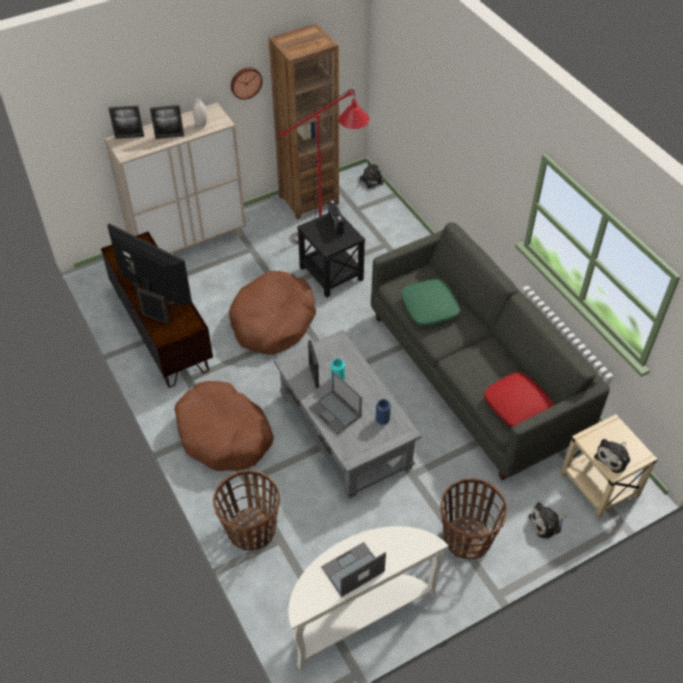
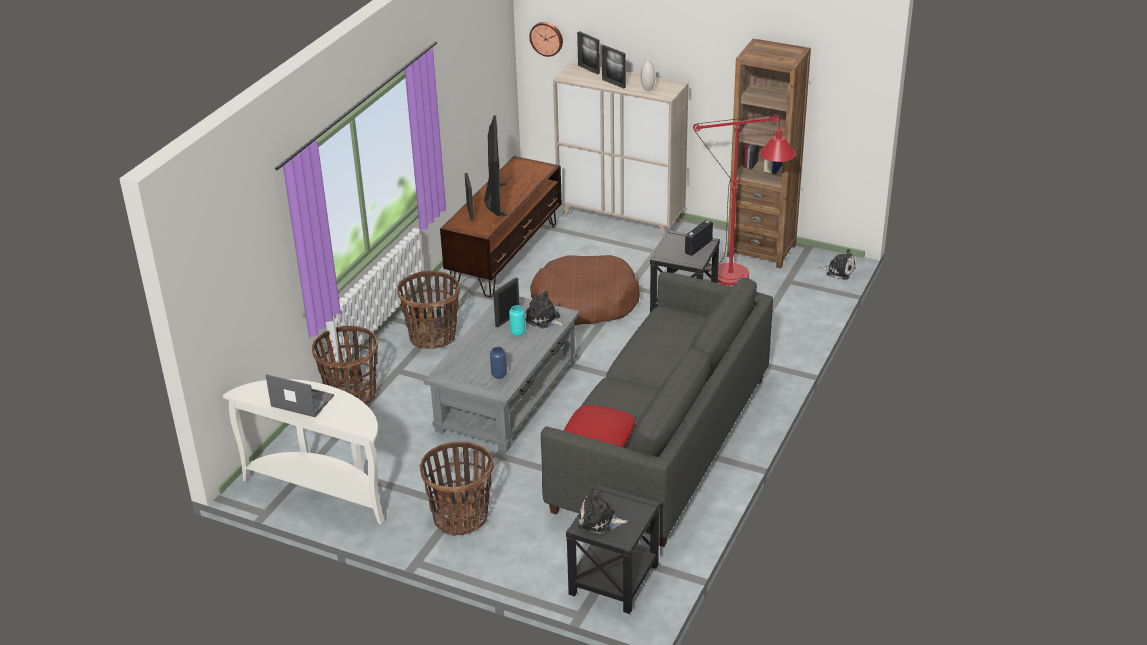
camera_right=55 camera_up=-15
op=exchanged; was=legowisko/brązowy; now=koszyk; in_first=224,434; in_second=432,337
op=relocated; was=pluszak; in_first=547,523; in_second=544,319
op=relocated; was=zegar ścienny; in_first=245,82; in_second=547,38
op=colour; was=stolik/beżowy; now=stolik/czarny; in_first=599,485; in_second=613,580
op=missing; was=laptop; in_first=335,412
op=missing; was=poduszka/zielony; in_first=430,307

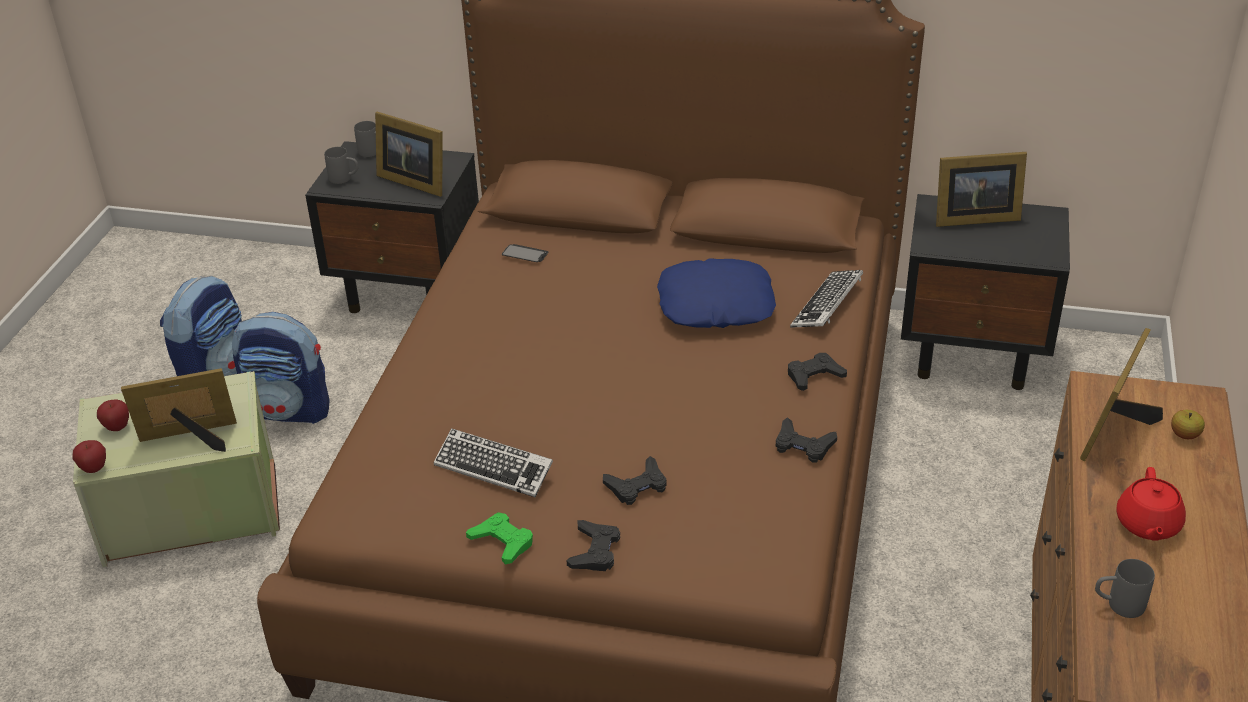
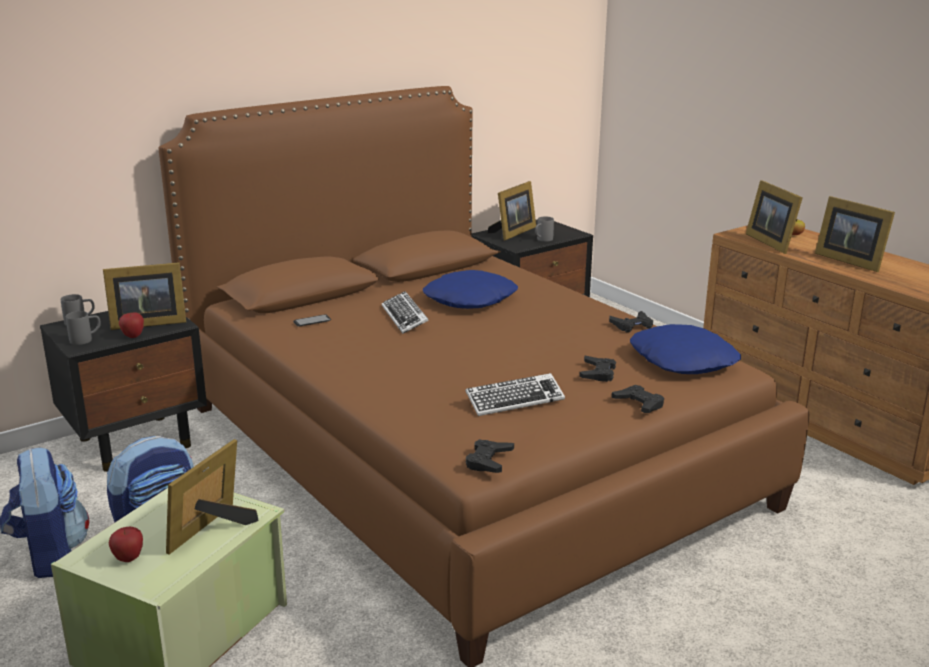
camera_right=-50 camera_up=-15
op=relocated; was=jabłko; in_first=94,469; in_second=133,336
op=relocated; was=klawiatura; in_first=827,305; in_second=405,317
op=relocated; was=pad do gier/czarny; in_first=814,376; in_second=488,461
op=relocated; was=kubek/szary; in_first=1117,605; in_second=542,240
op=appeared; now=poduszka/niebieski; in_second=683,360
op=exchanged; was=imbryk/czerwony; now=ramka na zdjęcie; in_first=1147,525; in_second=849,260
op=missing; was=pad do gier/zielony; in_first=502,542

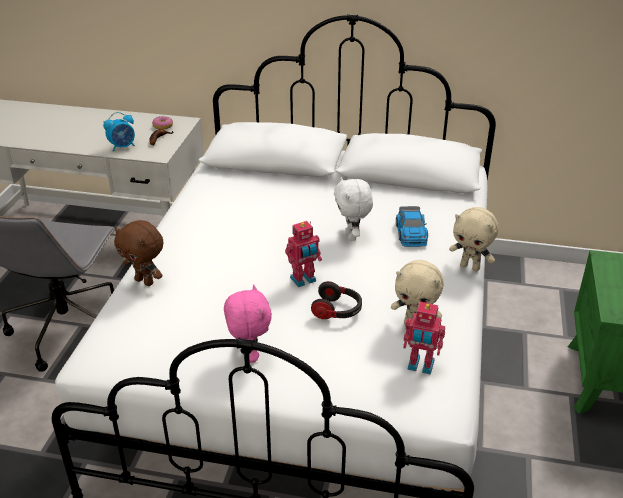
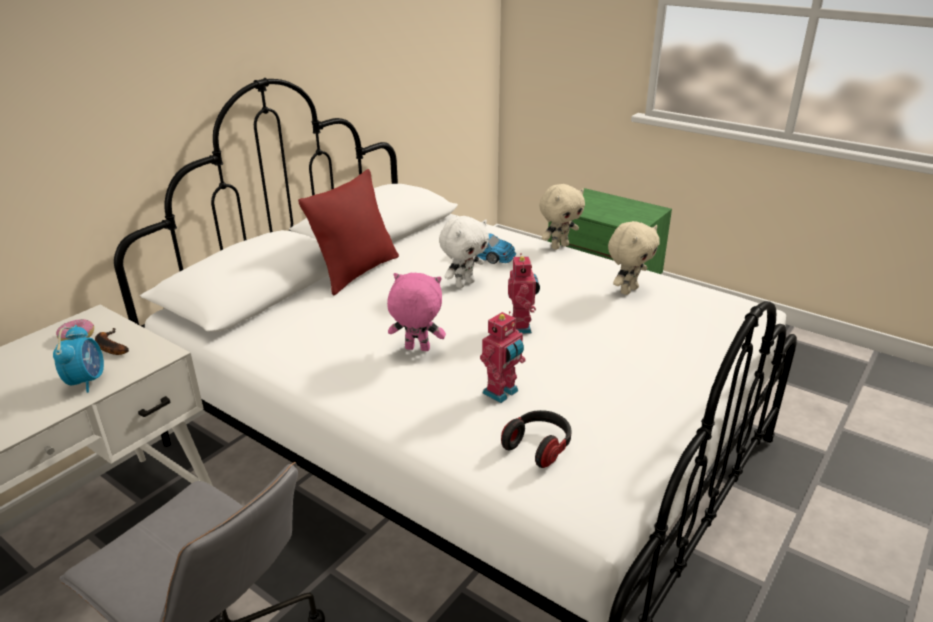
camera_right=-65 camera_up=-5
op=appeared; now=poduszka/czerwony; in_second=357,272
op=relocated; was=pluszak/różowy; in_first=249,355; in_second=416,349
op=spun; was=pluszak/biały; in_first=352,236; in_second=464,283; clockwise=-60
op=relocated; was=robot zabawkowy; in_first=420,366; in_second=502,393
op=relocated; was=słuchawki; in_first=337,311; in_second=538,447
op=missing; was=pluszak/brązowy; in_first=145,281

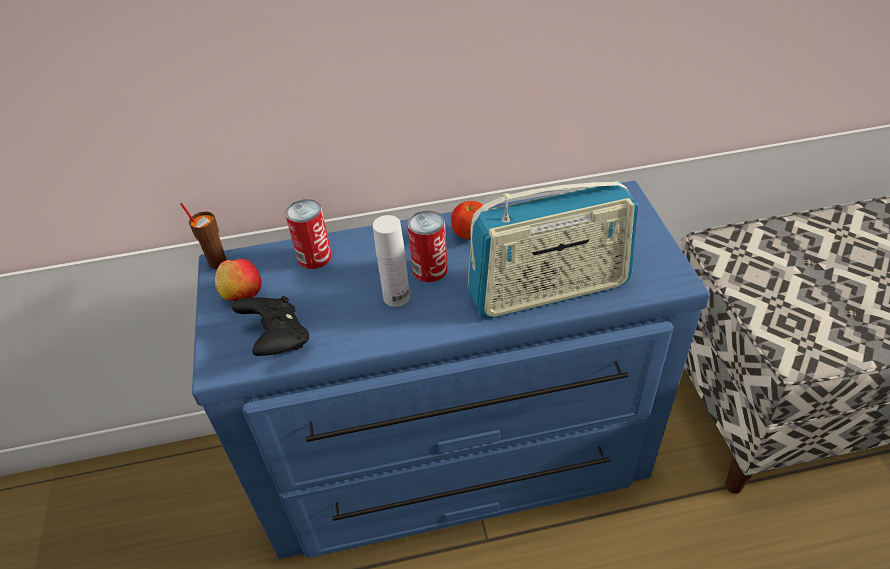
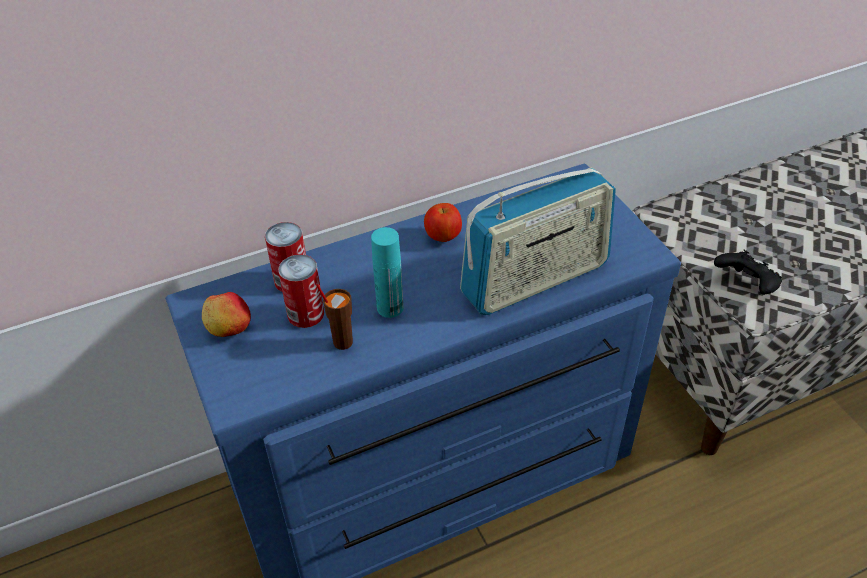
camera_right=-15 camera_up=0
op=relocated; was=puszka; in_first=430,269; in_second=305,314
op=relocated; was=filiżanka/brązowy; in_first=217,262; in_second=342,342
op=colour; was=butelka/biały; now=butelka/turkusowy; in_first=396,297; in_second=390,308
op=relocated; was=pad do gier/czarny; in_first=277,340; in_second=746,285

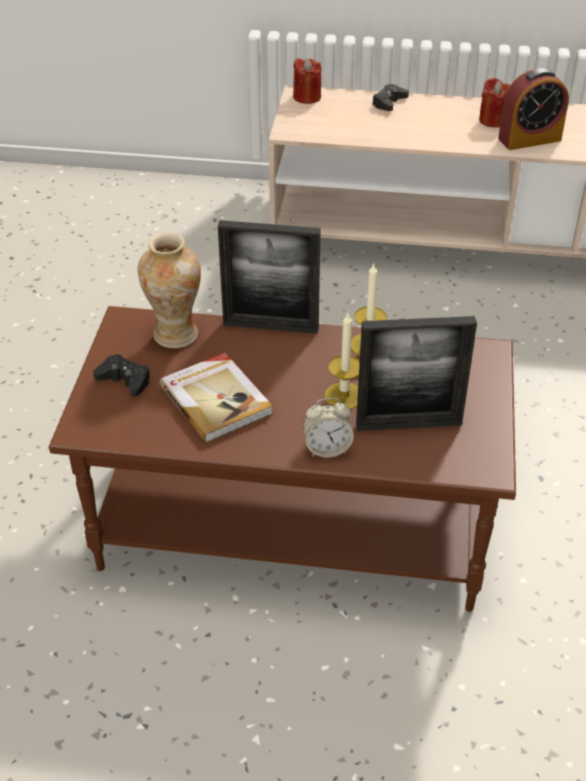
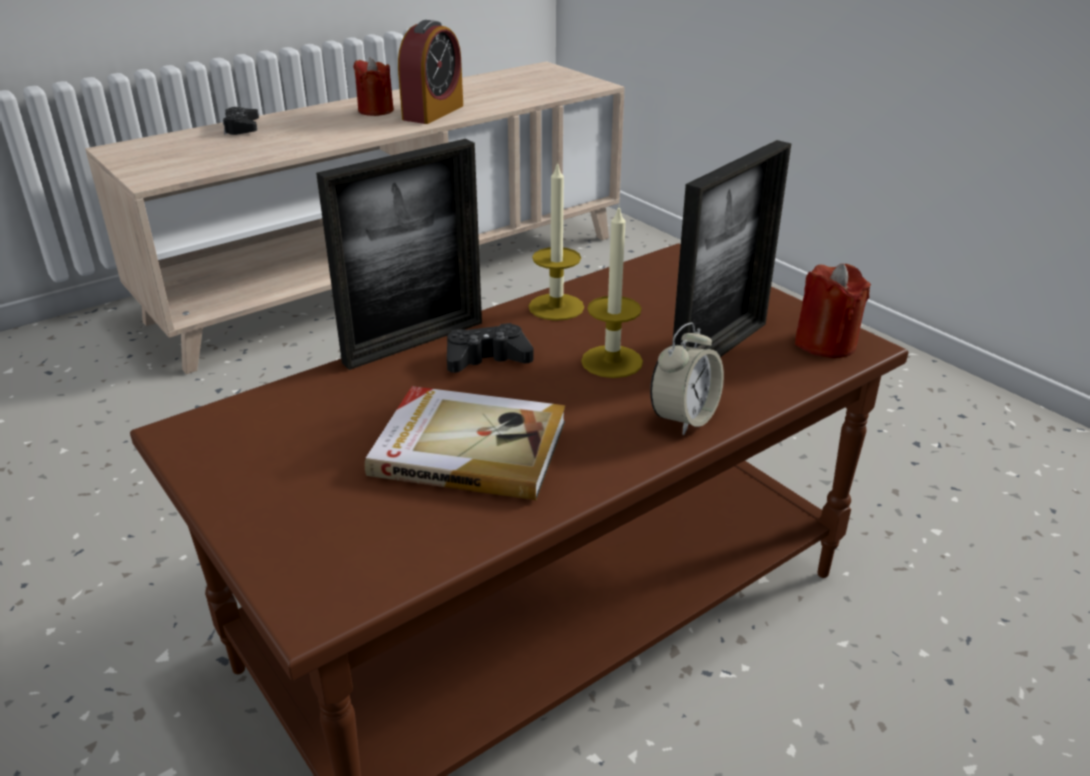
camera_right=-45 camera_up=-10
op=relocated; was=pad do gier/czarny; in_first=125,380; in_second=487,359
op=relocated; was=świeca/czerwony; in_first=307,97; in_second=825,343
op=missing; was=wazon; in_first=175,335

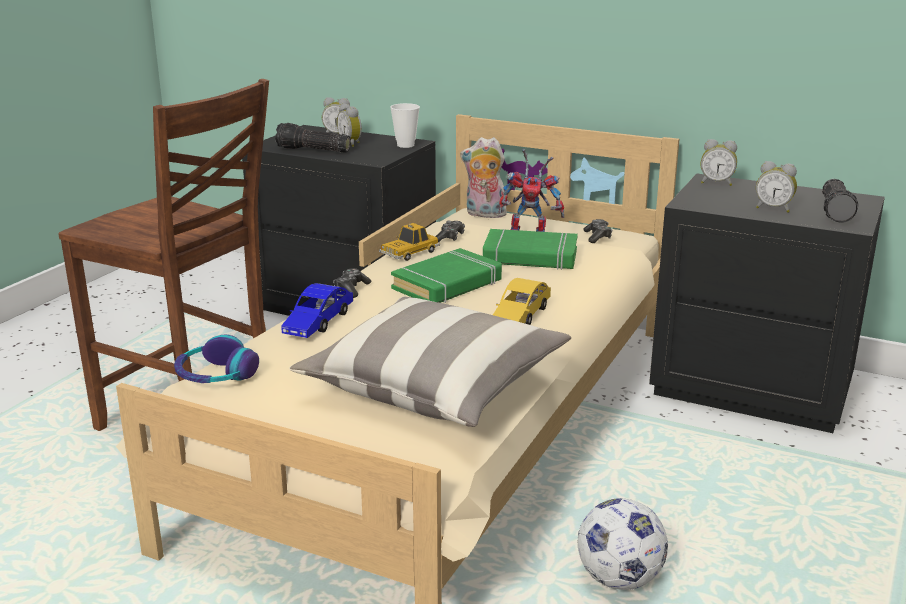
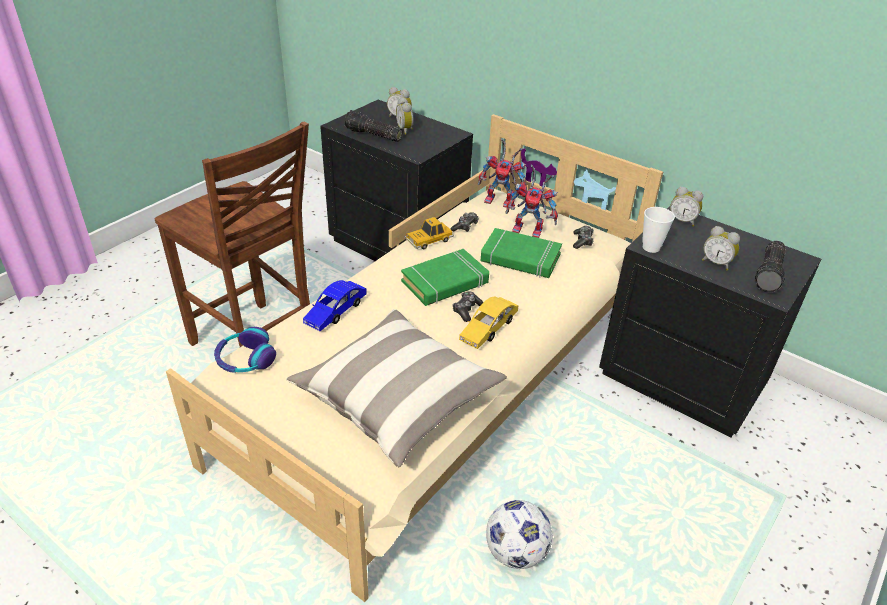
camera_right=10 camera_up=15
op=relocated; was=pad do gier; in_first=351,289; in_second=466,310
op=exchanged; was=pluszak; now=robot zabawkowy; in_first=484,214; in_second=502,201
op=relocated; was=filiżanka; in_first=405,145; in_second=651,247

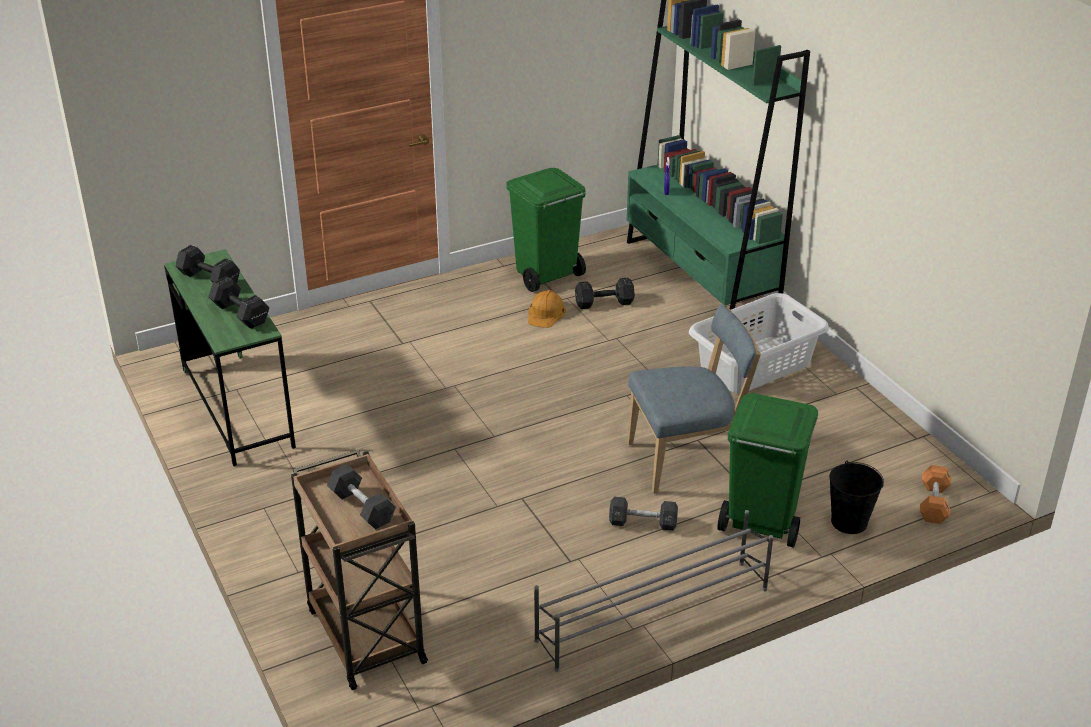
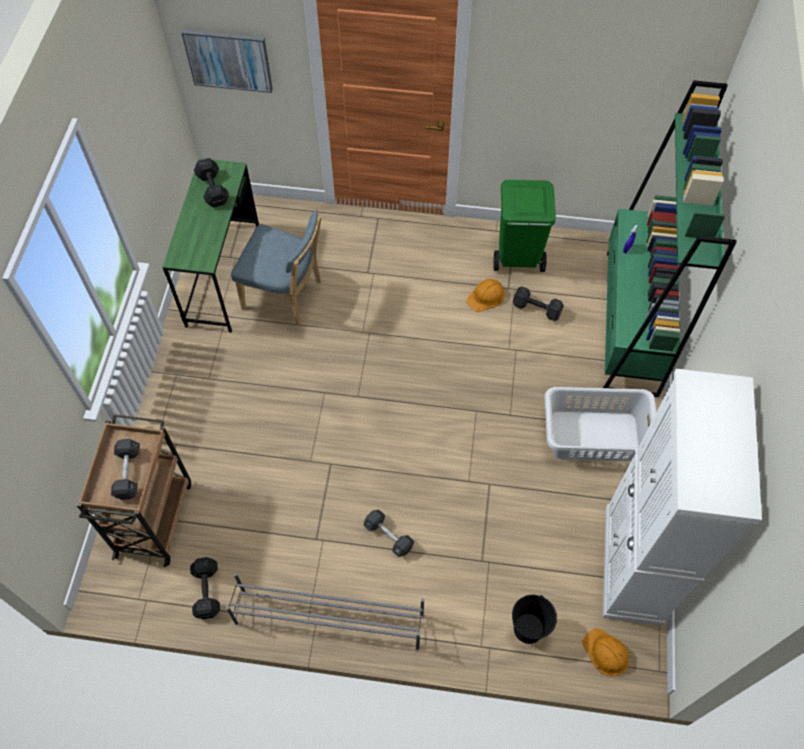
camera_right=35 camera_up=25
op=appeared; now=obraz; in_second=229,60
op=relocated; was=hantel/czarny; in_first=240,314; in_second=206,592
op=relocated; was=krzesło/niebieski; in_first=687,460; in_second=286,296
op=exchanged; was=hantel/pomarańczowy; now=kask/pomarańczowy; in_first=933,503; in_second=606,653
op=appeared; now=szafka/biały; in_second=632,565
op=missing; was=kosz na śmieci/zielony; in_first=760,523

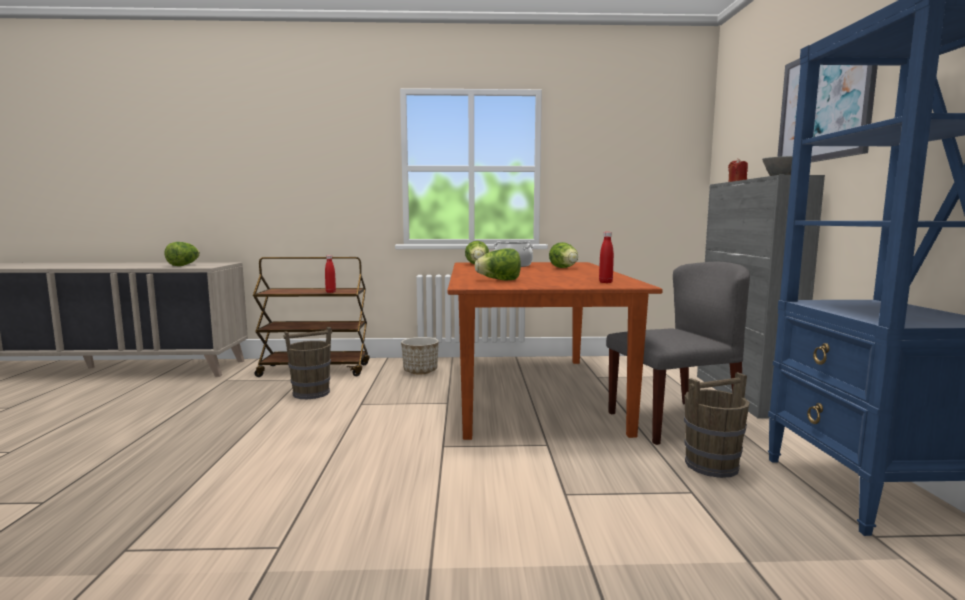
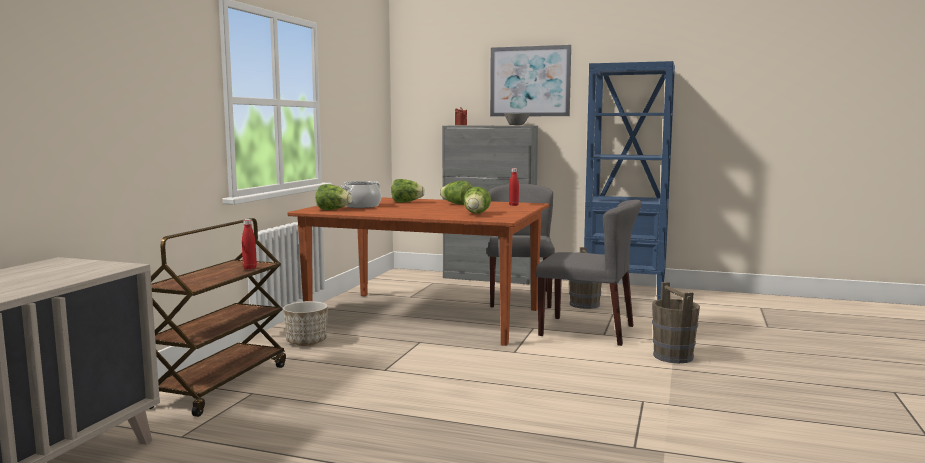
camera_right=-70 camera_up=0
op=relocated; was=sałata; in_first=184,265; in_second=456,204
op=appeared; now=krzesło/szary; in_second=587,330
op=relocated; was=wiadro/brązowy; in_first=311,393; in_second=673,356

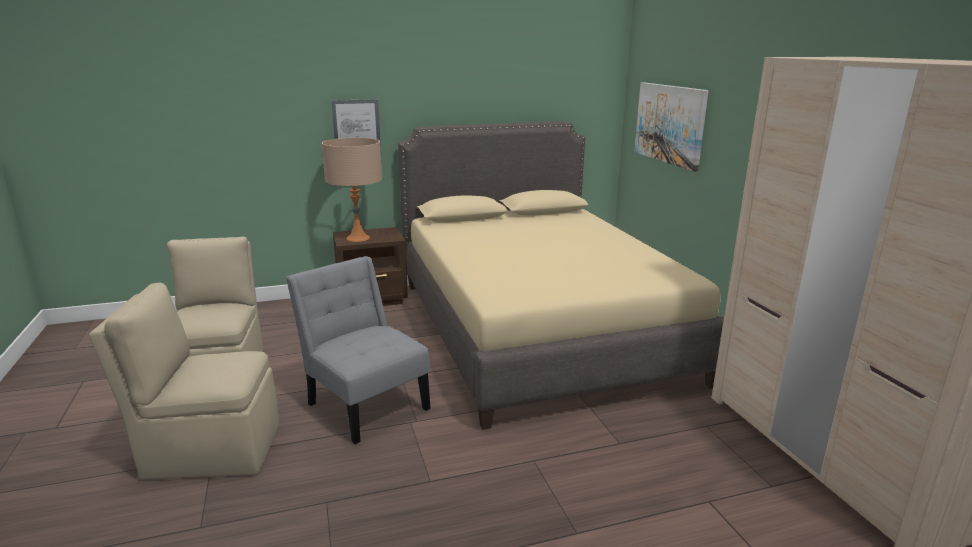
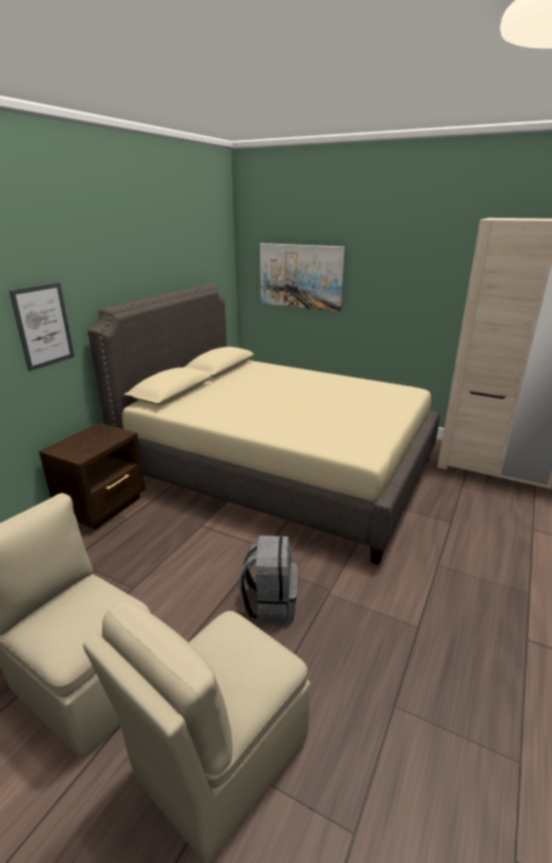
camera_right=-45 camera_up=5
op=exchanged; was=krzesło/szary; now=plecak/szary; in_first=365,403; in_second=270,603
op=missing; was=lampa stołowa/beżowy; in_first=358,238

